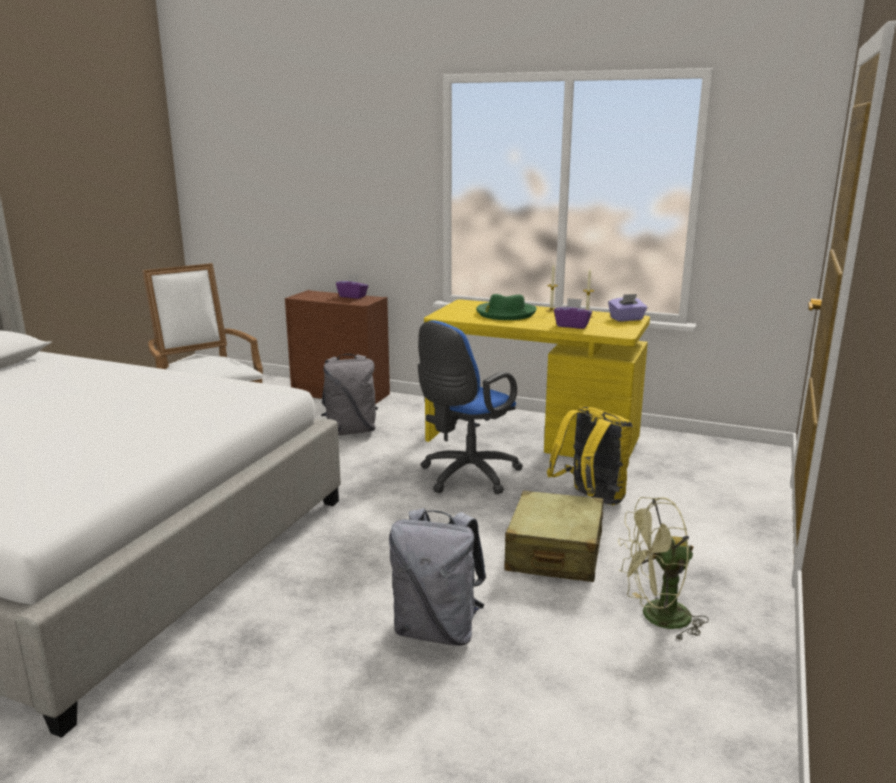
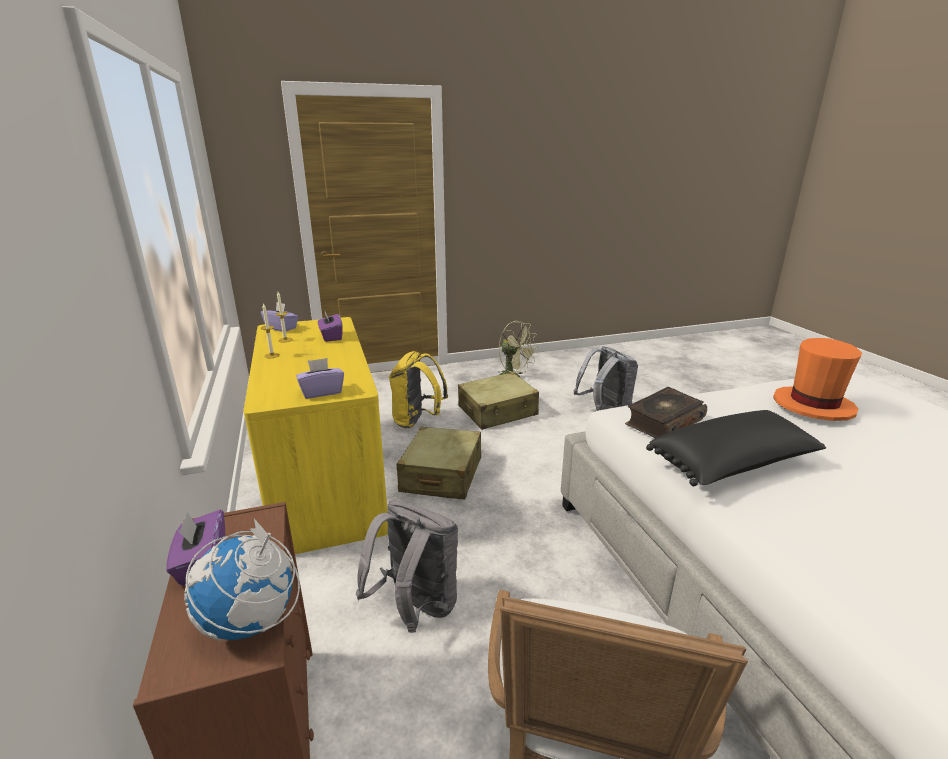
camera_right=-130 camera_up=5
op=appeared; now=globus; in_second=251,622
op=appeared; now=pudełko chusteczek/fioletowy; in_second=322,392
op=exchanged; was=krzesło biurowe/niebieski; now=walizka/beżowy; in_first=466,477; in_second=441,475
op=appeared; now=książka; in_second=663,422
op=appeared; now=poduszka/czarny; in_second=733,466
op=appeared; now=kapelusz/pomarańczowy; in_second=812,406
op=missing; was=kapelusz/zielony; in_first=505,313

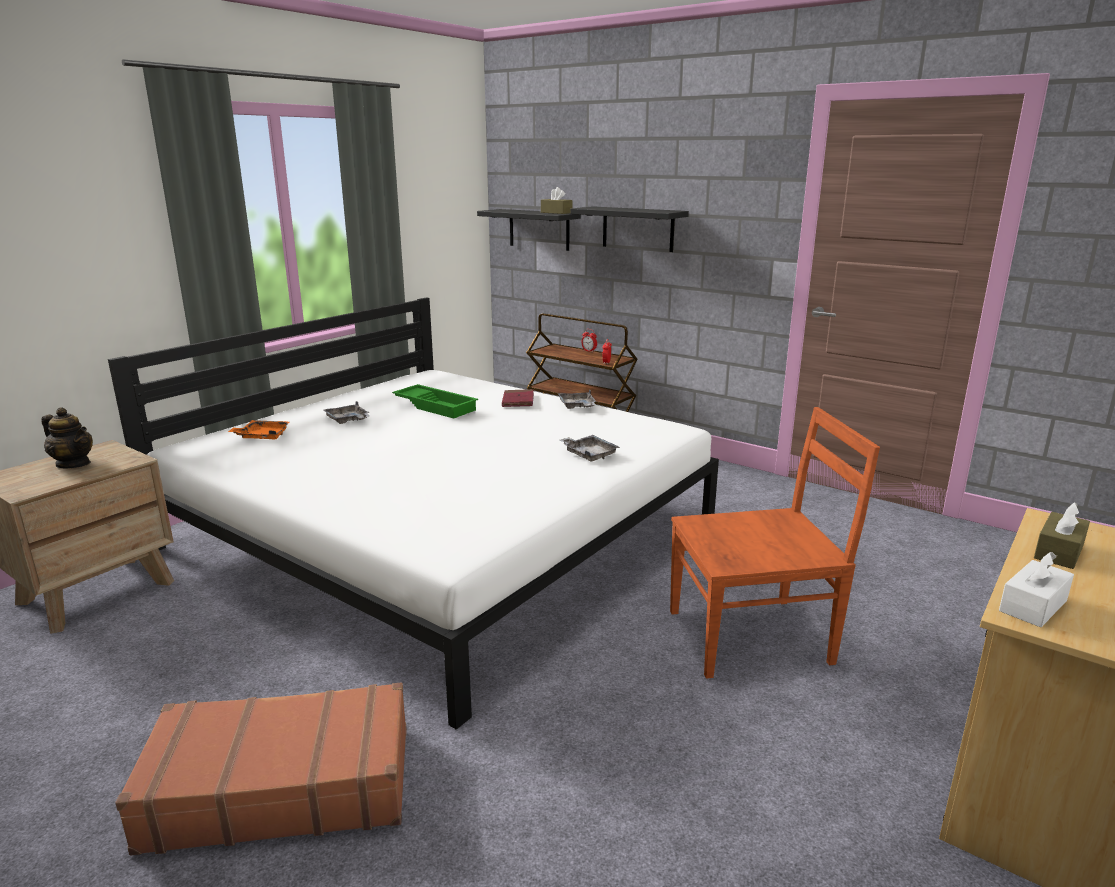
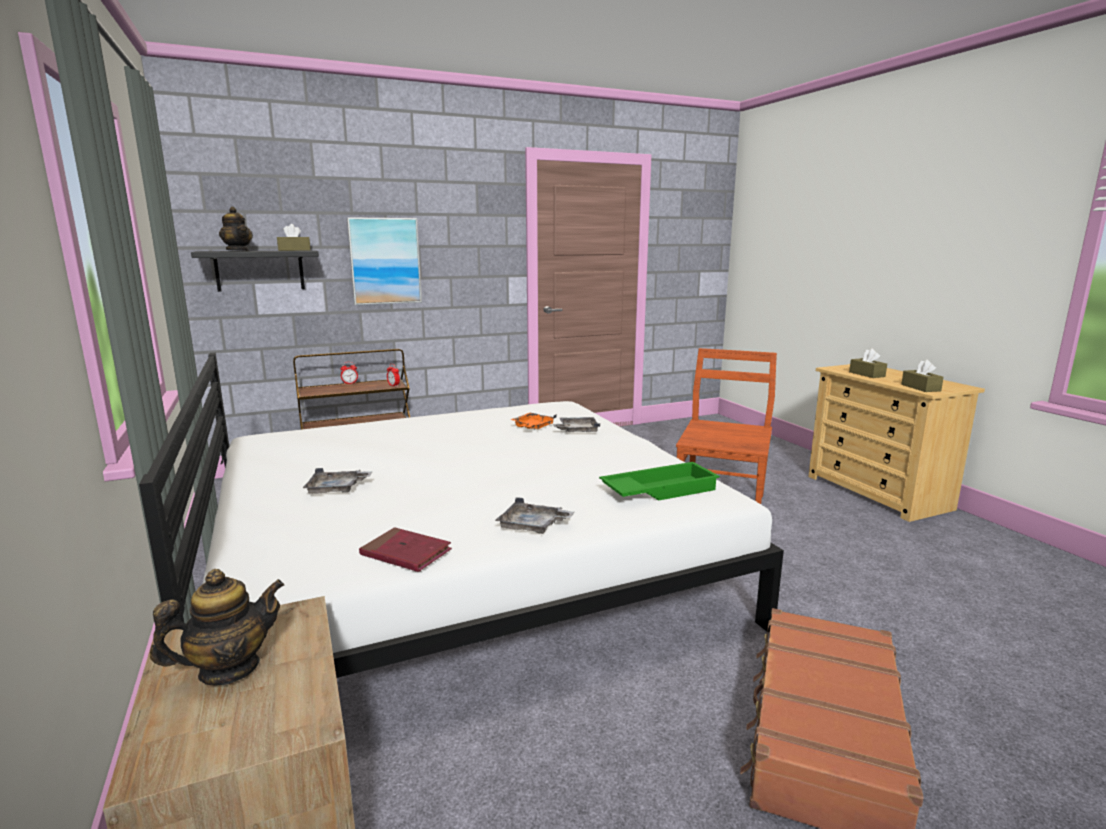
camera_right=-60 camera_up=-5
op=appeared; now=imbryk; in_second=238,251
op=exchanged; was=półka/czarny; now=obraz; in_first=638,229; in_second=385,261
op=relocated; was=książka/czerwony; in_first=518,401; in_second=406,553
op=relocated; was=taca/szary; in_first=577,406; in_second=533,526
op=relocated; was=taca/pomarańczowy; in_first=262,436; in_second=532,427
op=relocated; was=taca/zielony; in_first=436,406; in_second=659,490
op=colour; was=pudełko chusteczek/biały; now=pudełko chusteczek/brązowy; in_first=1033,606; in_second=920,388

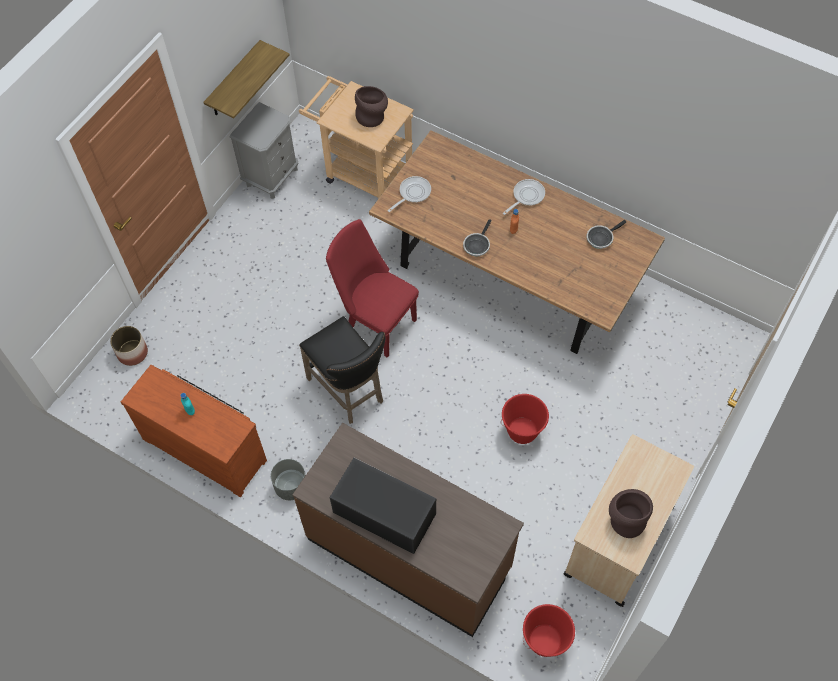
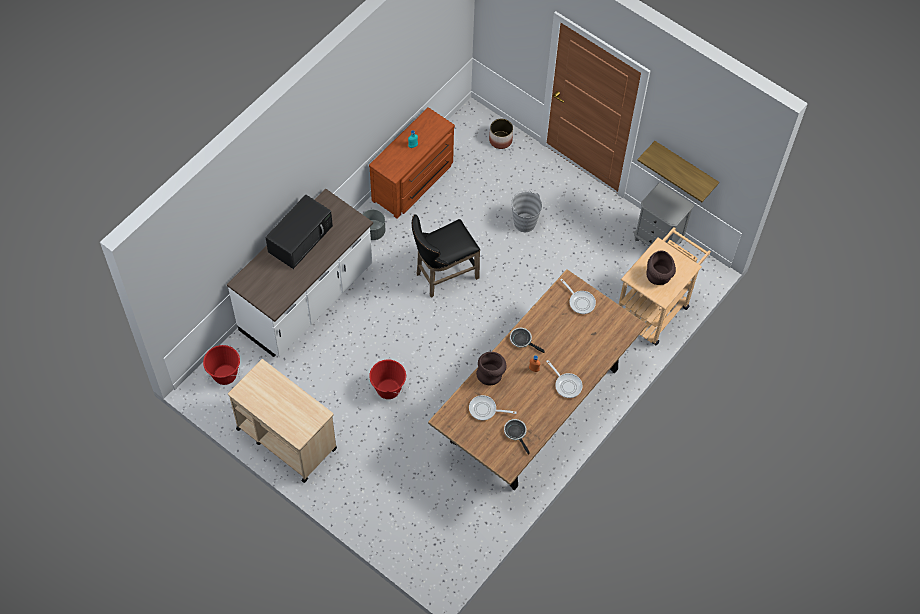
camera_right=95 camera_up=0
op=colour; was=zabudowa kuchenna/brązowy; now=zabudowa kuchenna/biały; in_first=409,553; in_second=307,300
op=appeared; now=patelnia; in_second=485,410
op=relocated; was=wazon/brązowy; in_first=625,519; in_second=491,374
op=appeared; now=wiadro/szary; in_second=524,222
op=missing; was=krzesło/czerwony; in_first=376,323

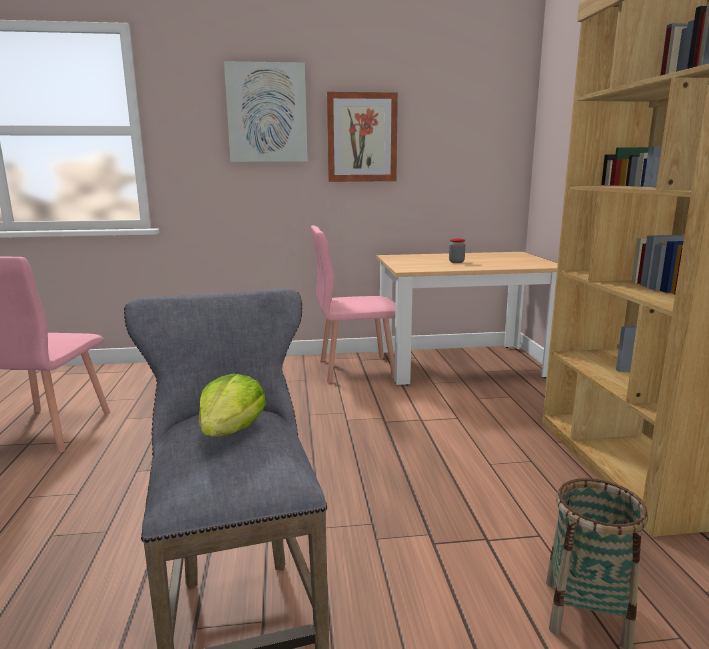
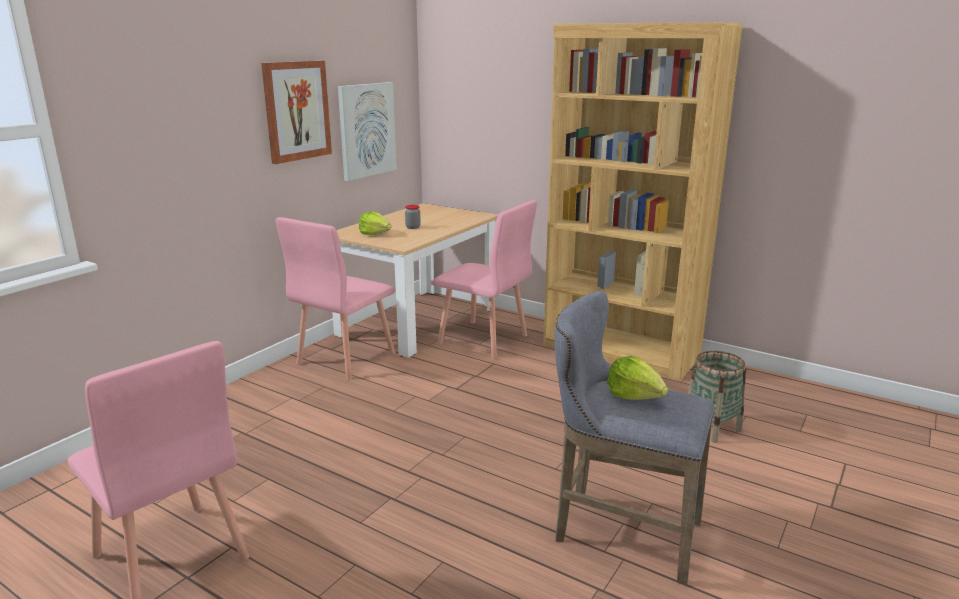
camera_right=-50 camera_up=5
op=relocated; was=obraz; in_first=267,113; in_second=367,130
op=appeared; now=sałata; in_second=375,234
op=appeared; now=krzesło/różowy; in_second=483,339

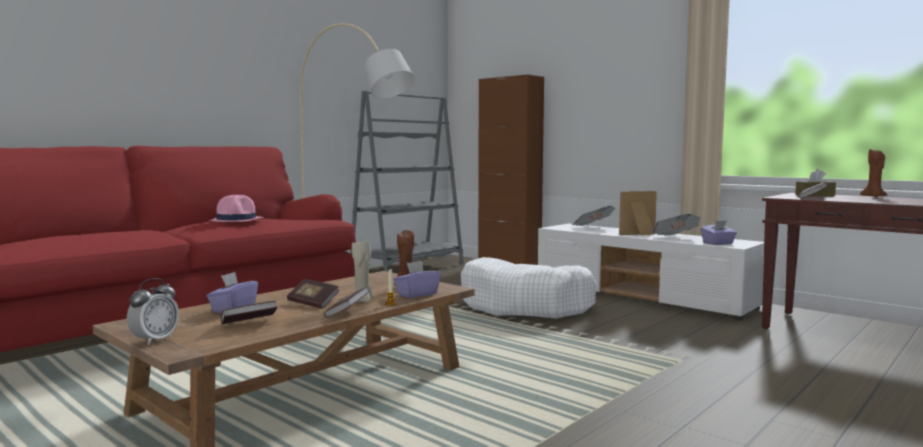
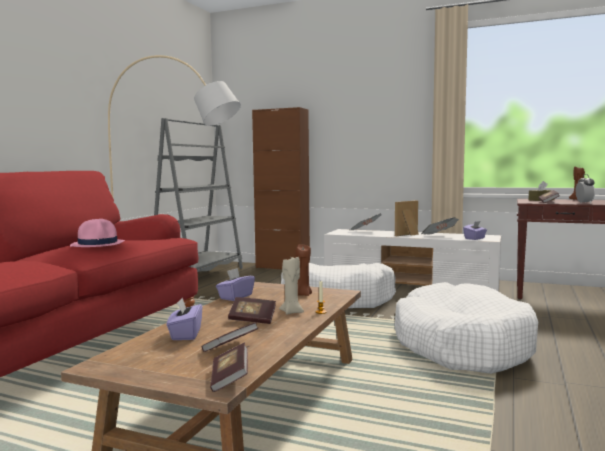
camera_right=-20 camera_up=0
op=relocated; was=książka; in_first=347,312; in_second=230,379
op=relocated; was=pudełko chusteczek/fioletowy; in_first=416,294; in_second=235,297
op=appeared; now=legowisko/biały; in_second=461,345
op=relocated; was=budzik; in_first=154,340; in_second=584,203

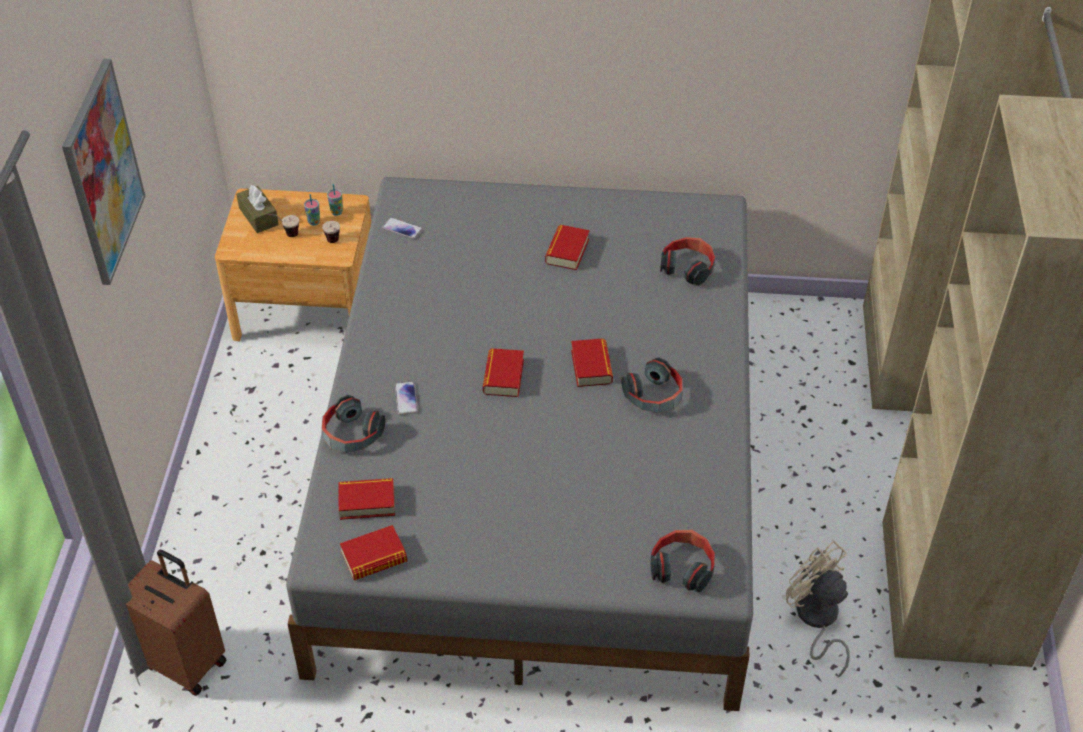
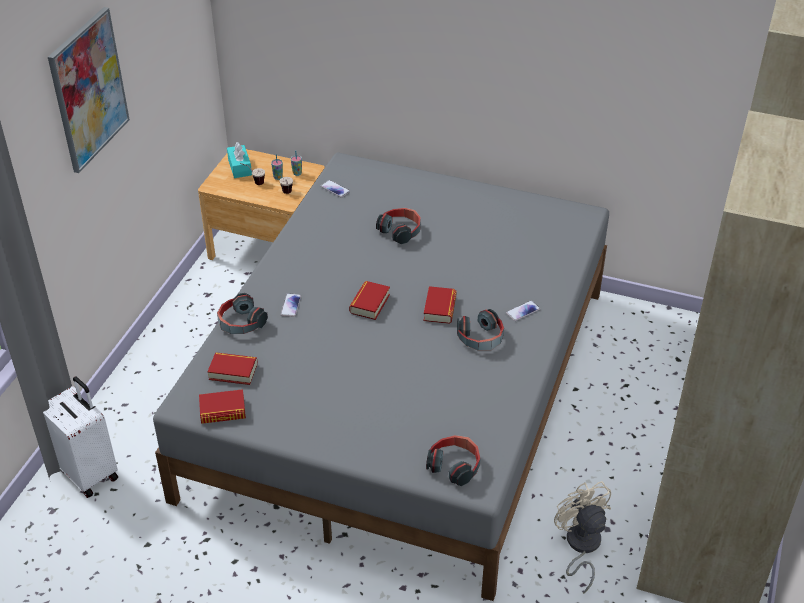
camera_right=15 camera_up=-5
op=colour; was=walizka/brązowy; now=walizka/biały; in_first=185,661; in_second=89,472
op=colour; was=pudełko chusteczek/brązowy; now=pudełko chusteczek/turkusowy; in_first=258,216; in_second=240,167
op=relocated; was=słuchawki; in_first=688,267; in_second=400,231
op=appeared; now=telefon; in_second=523,311
op=missing; was=książka; in_first=567,251

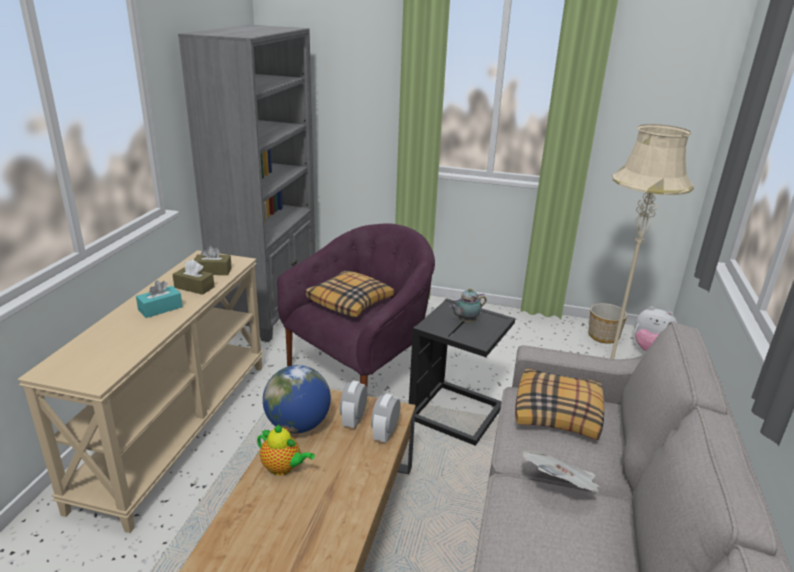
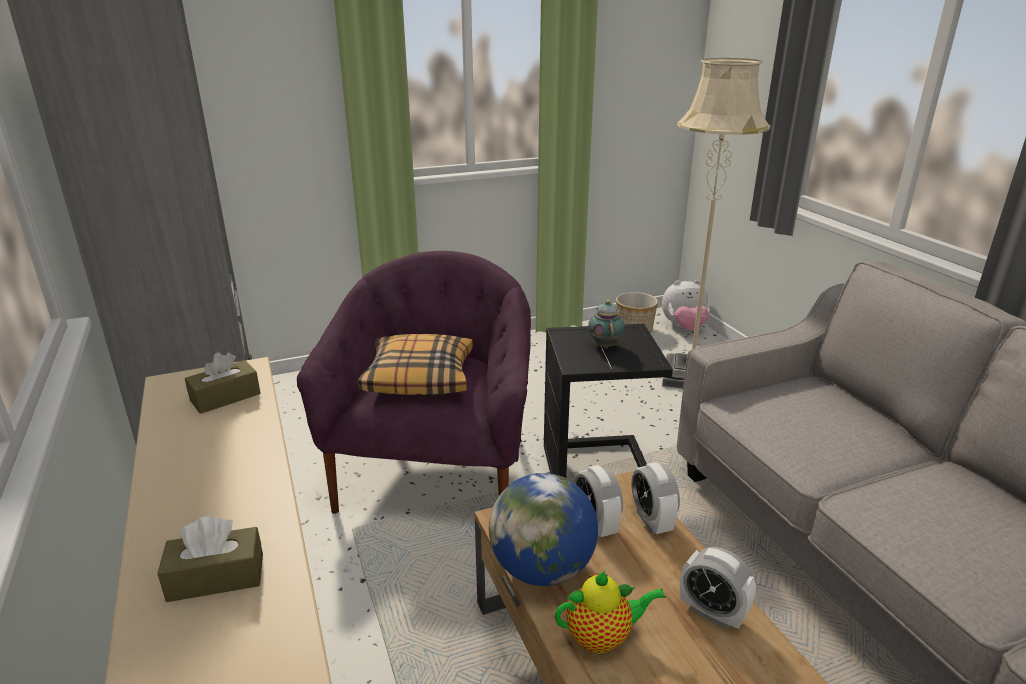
camera_right=-35 camera_up=0
op=relocated; was=pudełko chusteczek/brązowy; in_first=194,287; in_second=216,577
op=spun; was=imbryk; in_first=465,321; in_second=605,345; clockwise=150
op=appeared; now=budzik; in_second=712,613
op=missing; was=pudełko chusteczek/turkusowy; in_first=160,308
op=missing; was=poduszka; in_first=558,413
op=missing; was=gazeta; in_first=561,486

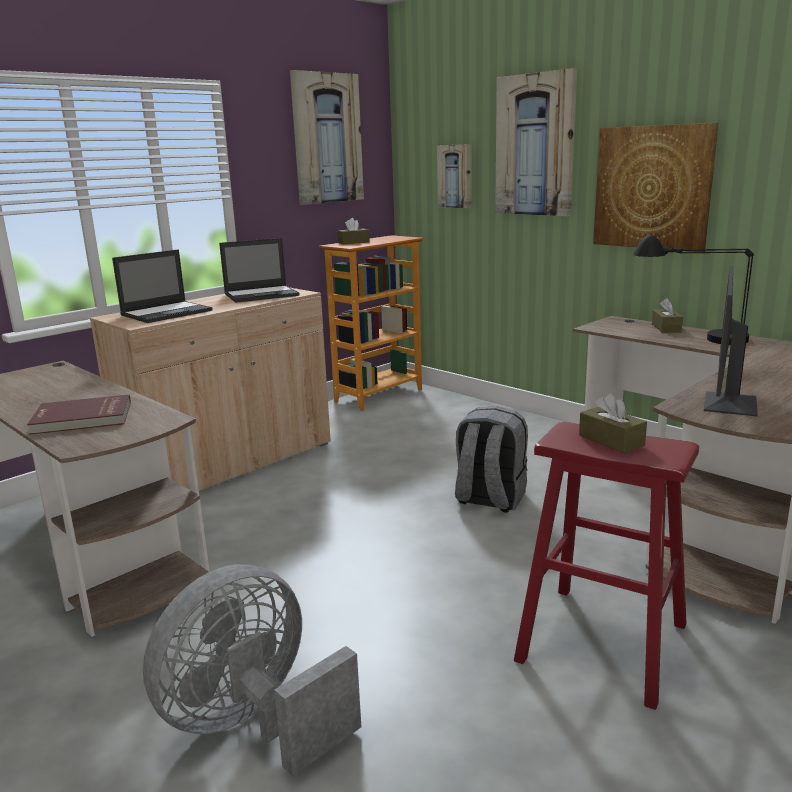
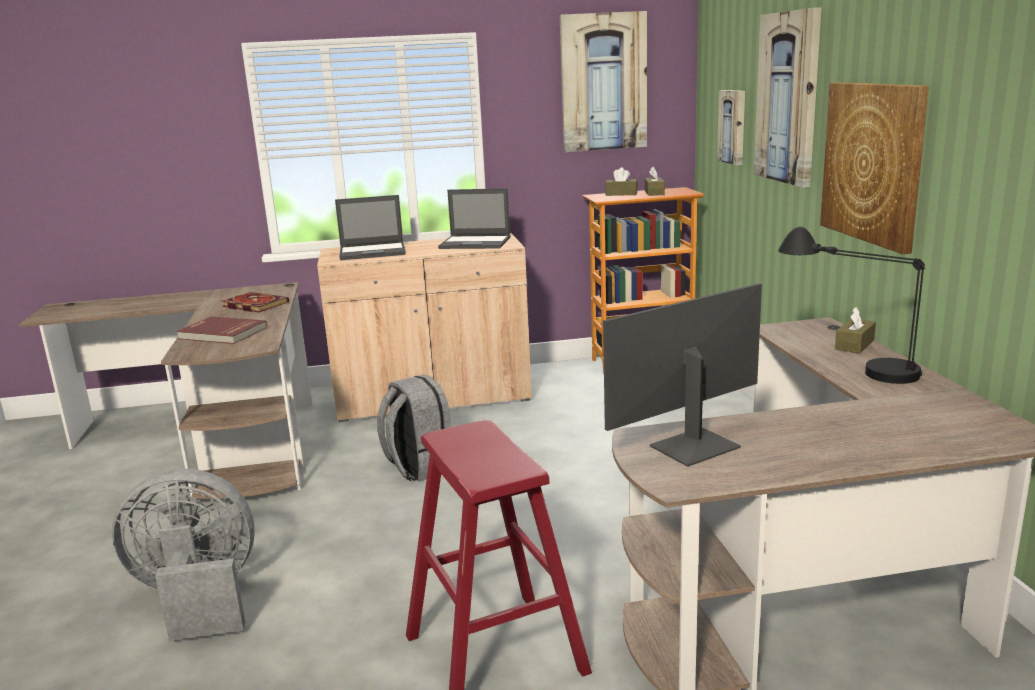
camera_right=35 camera_up=0
op=appeared; now=książka; in_second=253,305
op=relocated; was=plecak/szary; in_first=489,499; in_second=420,466
op=relocated; was=pudełko chusteczek/brązowy; in_first=611,440; in_second=654,193

